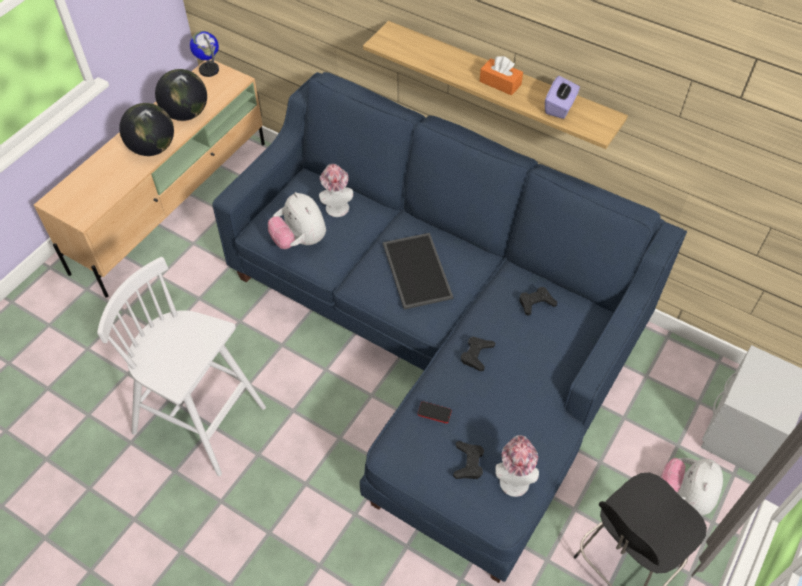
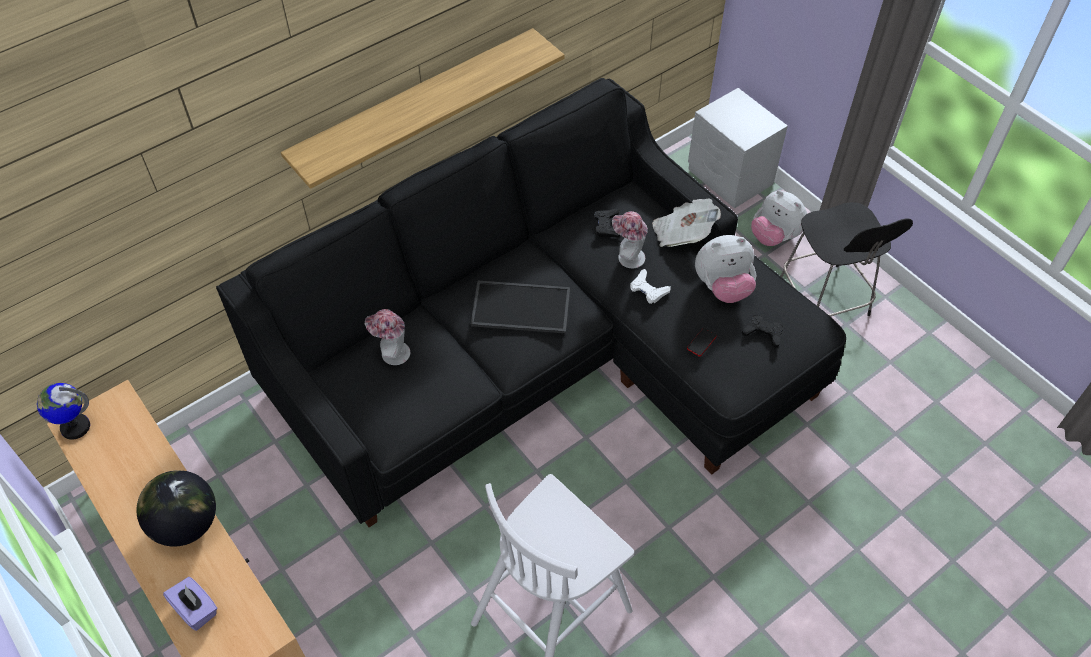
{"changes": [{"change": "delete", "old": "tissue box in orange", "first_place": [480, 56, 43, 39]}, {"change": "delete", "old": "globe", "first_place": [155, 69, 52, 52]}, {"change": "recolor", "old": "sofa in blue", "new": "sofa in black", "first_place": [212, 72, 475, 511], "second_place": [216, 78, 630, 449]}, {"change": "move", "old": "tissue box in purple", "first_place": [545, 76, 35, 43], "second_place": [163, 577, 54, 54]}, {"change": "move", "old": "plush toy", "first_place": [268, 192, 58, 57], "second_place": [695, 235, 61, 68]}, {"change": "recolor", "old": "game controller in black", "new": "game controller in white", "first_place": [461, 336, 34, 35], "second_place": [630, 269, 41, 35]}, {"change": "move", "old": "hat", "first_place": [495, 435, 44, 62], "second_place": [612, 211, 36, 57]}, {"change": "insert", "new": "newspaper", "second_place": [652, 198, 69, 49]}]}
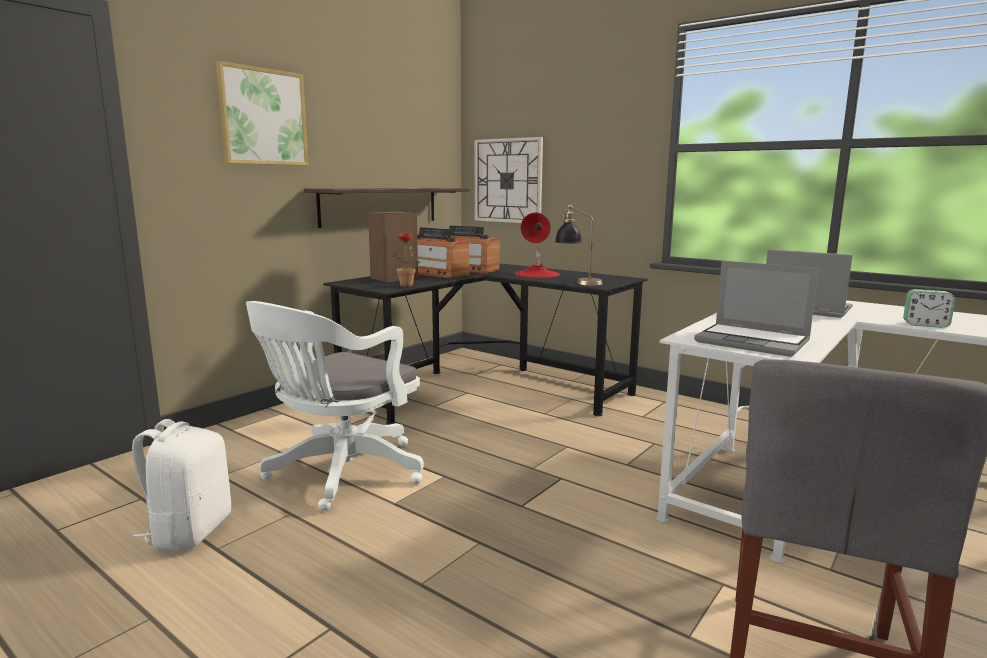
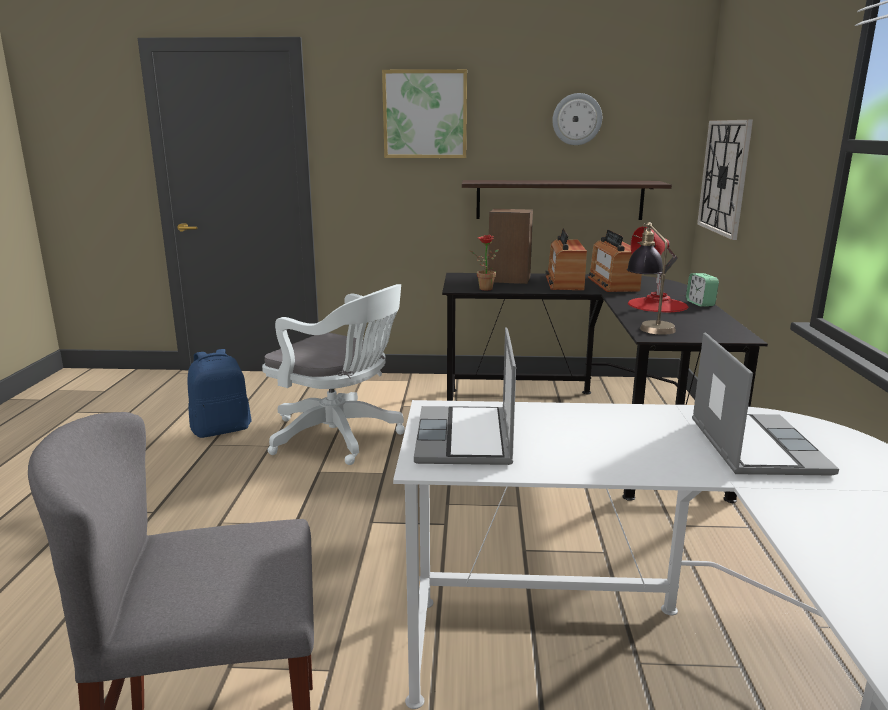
{"changes": [{"change": "move", "old": "alarm clock", "first_place": [903, 289, 52, 39], "second_place": [686, 273, 33, 34]}, {"change": "rotate", "old": "office chair in white", "first_place": [246, 301, 178, 210], "second_place": [262, 284, 143, 181], "degrees": -150}, {"change": "recolor", "old": "backpack in white", "new": "backpack in blue", "first_place": [132, 419, 99, 133], "second_place": [187, 349, 65, 89]}, {"change": "insert", "new": "wall clock", "second_place": [552, 93, 50, 52]}]}
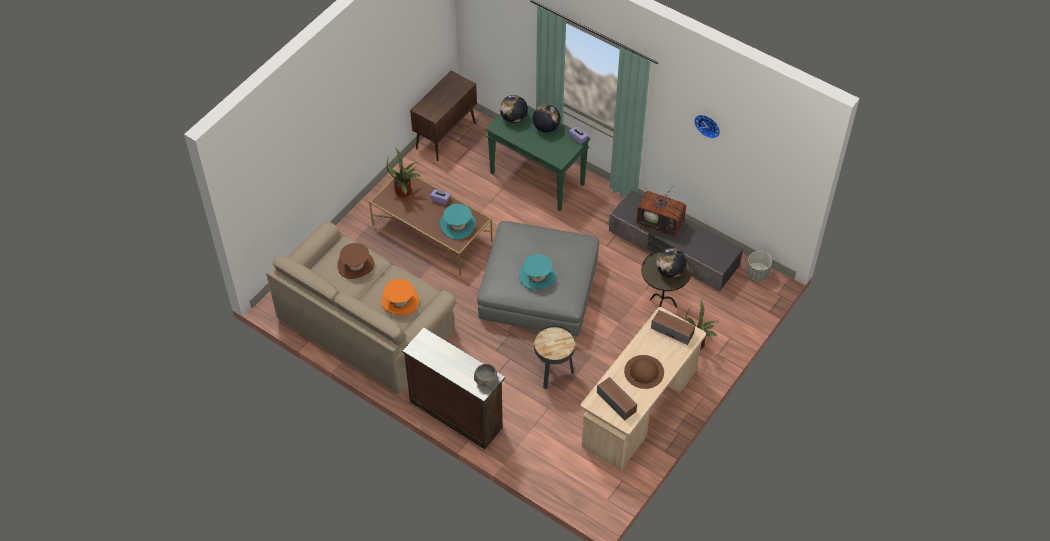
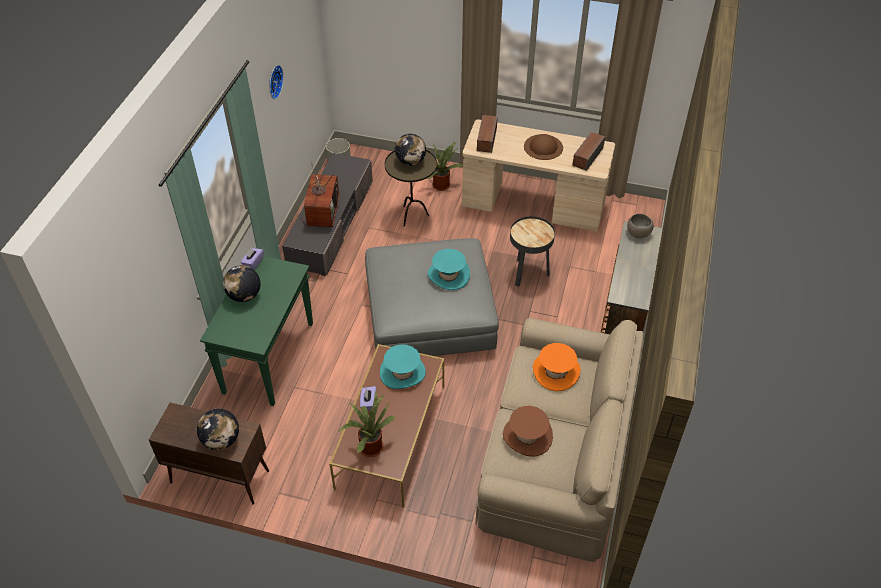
{"changes": [{"change": "move", "old": "globe", "first_place": [500, 95, 28, 28], "second_place": [197, 409, 42, 41]}]}
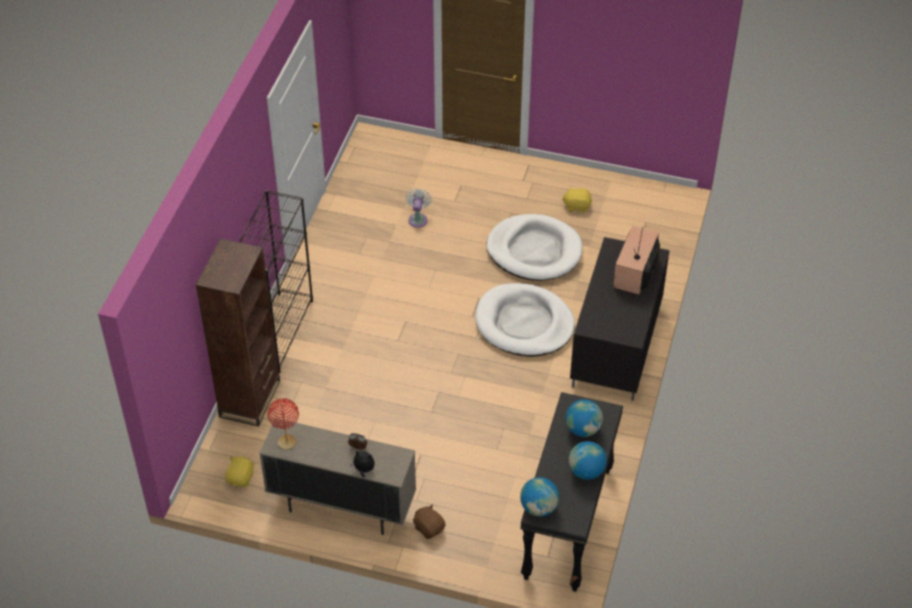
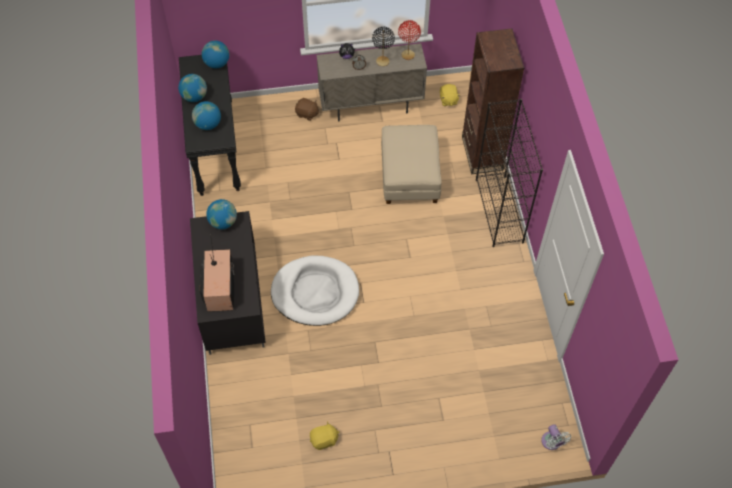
{"changes": [{"change": "move", "old": "fan in white", "first_place": [406, 188, 26, 40], "second_place": [541, 424, 30, 26]}, {"change": "delete", "old": "dog bed in white", "first_place": [486, 214, 96, 67]}, {"change": "insert", "new": "table lamp in black", "second_place": [372, 27, 23, 39]}, {"change": "insert", "new": "ottoman in beige", "second_place": [381, 125, 61, 79]}, {"change": "insert", "new": "globe", "second_place": [206, 199, 31, 30]}]}
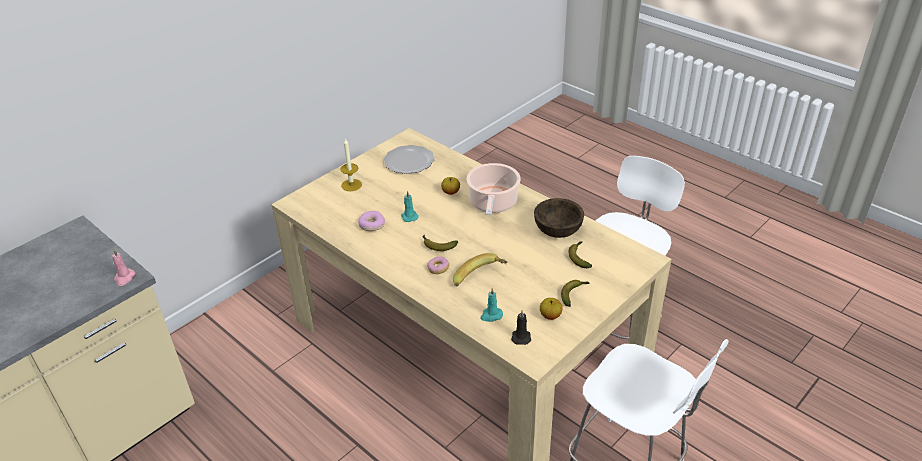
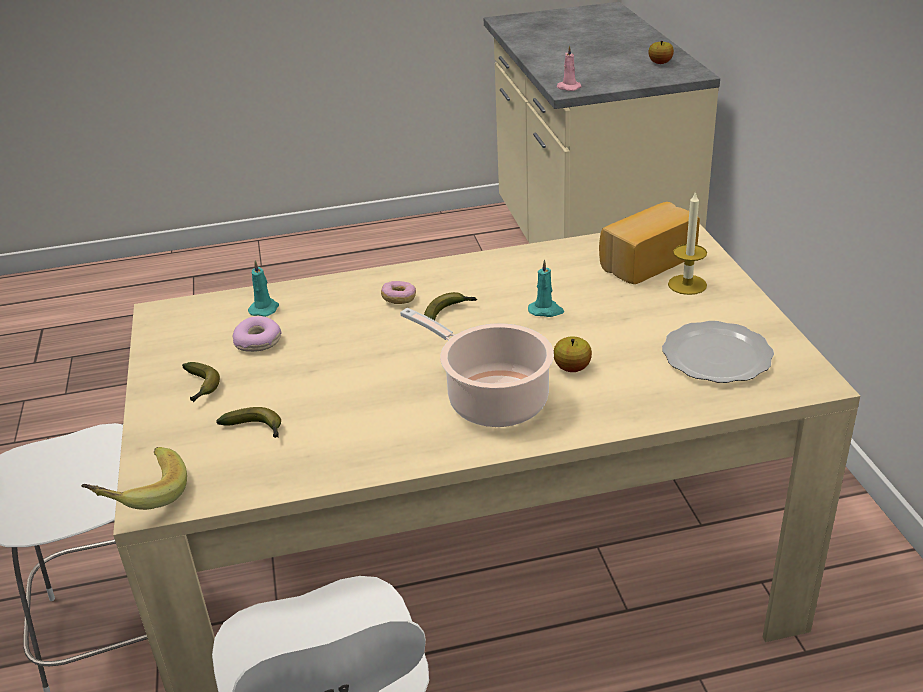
{"changes": [{"change": "delete", "old": "bowl in brown", "first_place": [534, 198, 50, 40]}, {"change": "move", "old": "donut", "first_place": [358, 211, 27, 20], "second_place": [233, 316, 49, 36]}, {"change": "move", "old": "banana", "first_place": [453, 253, 54, 33], "second_place": [81, 447, 106, 63]}, {"change": "move", "old": "apple", "first_place": [540, 298, 23, 22], "second_place": [649, 41, 25, 23]}, {"change": "delete", "old": "candle in black", "first_place": [511, 310, 20, 35]}, {"change": "insert", "new": "bread", "second_place": [599, 202, 101, 82]}]}
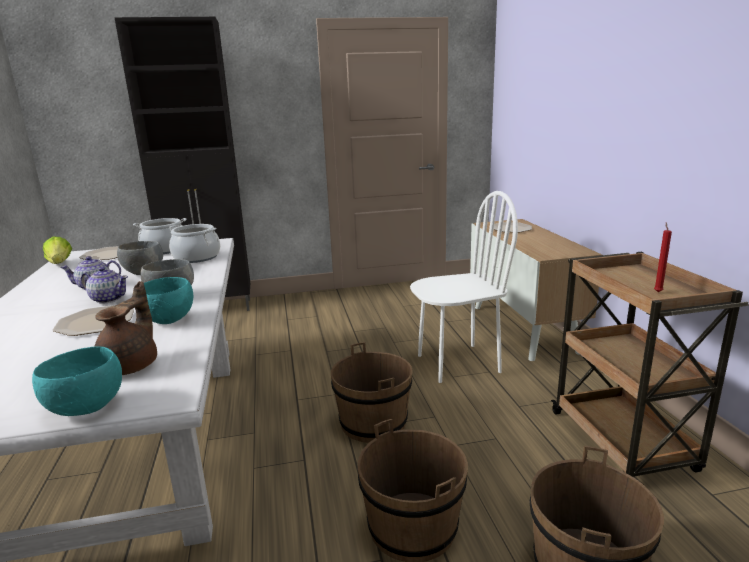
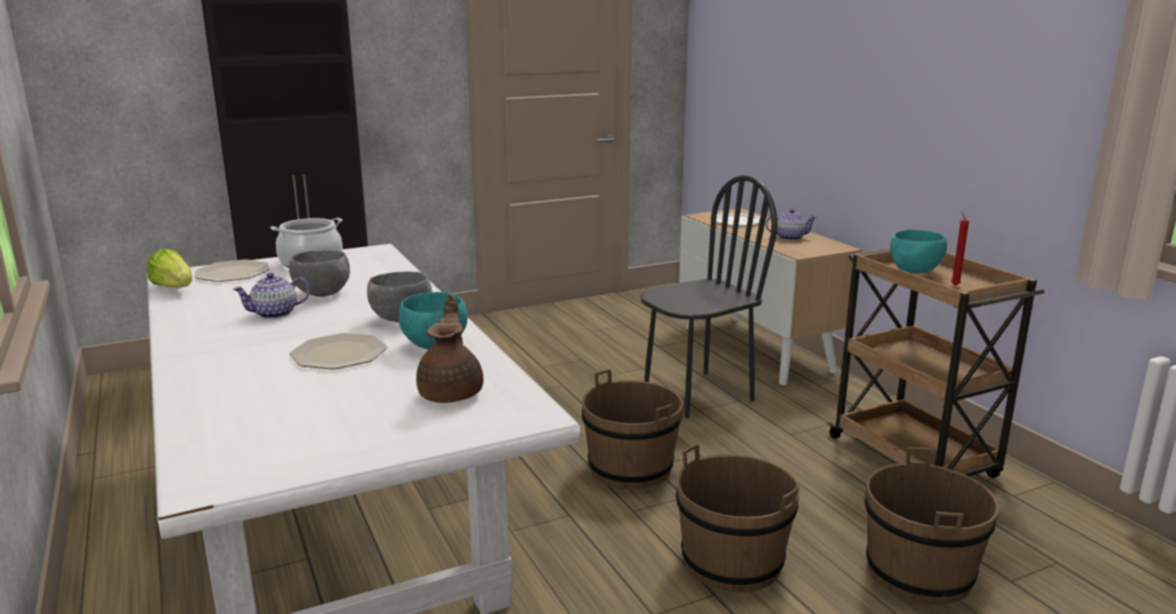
{"changes": [{"change": "recolor", "old": "chair in white", "new": "chair in black", "first_place": [410, 191, 108, 192], "second_place": [640, 175, 138, 243]}, {"change": "delete", "old": "cooking pot", "first_place": [169, 224, 51, 39]}, {"change": "move", "old": "teapot", "first_place": [81, 267, 47, 37], "second_place": [766, 209, 51, 32]}, {"change": "move", "old": "bowl in turquoise", "first_place": [32, 347, 90, 69], "second_place": [890, 229, 57, 45]}]}
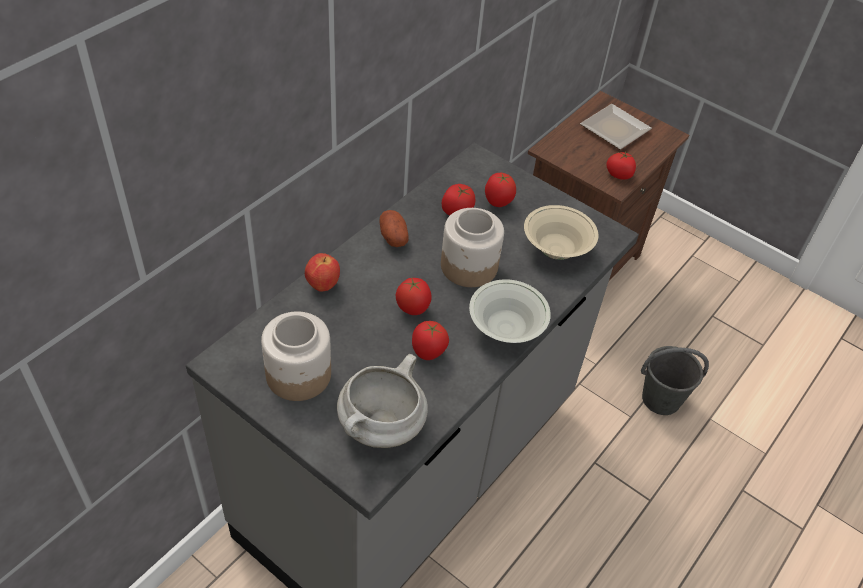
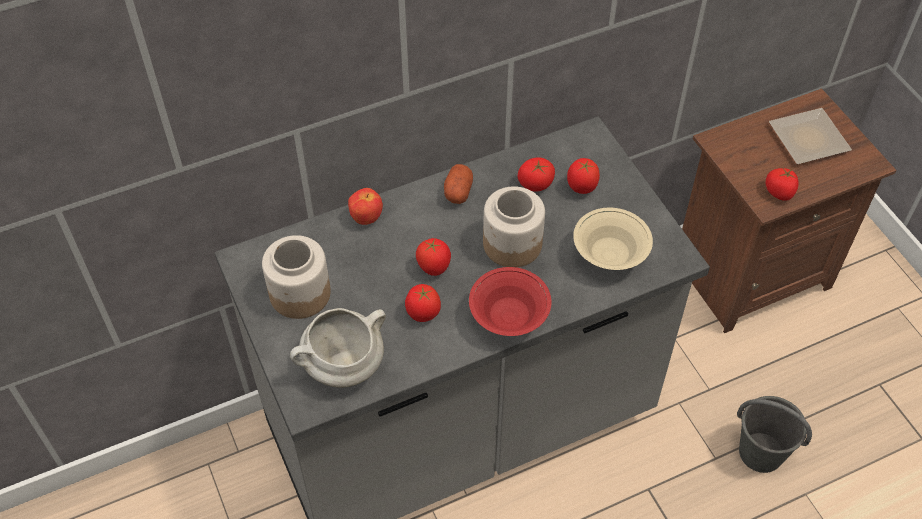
{"changes": [{"change": "recolor", "old": "bowl in white", "new": "bowl in red", "first_place": [469, 279, 82, 64], "second_place": [469, 267, 83, 69]}]}
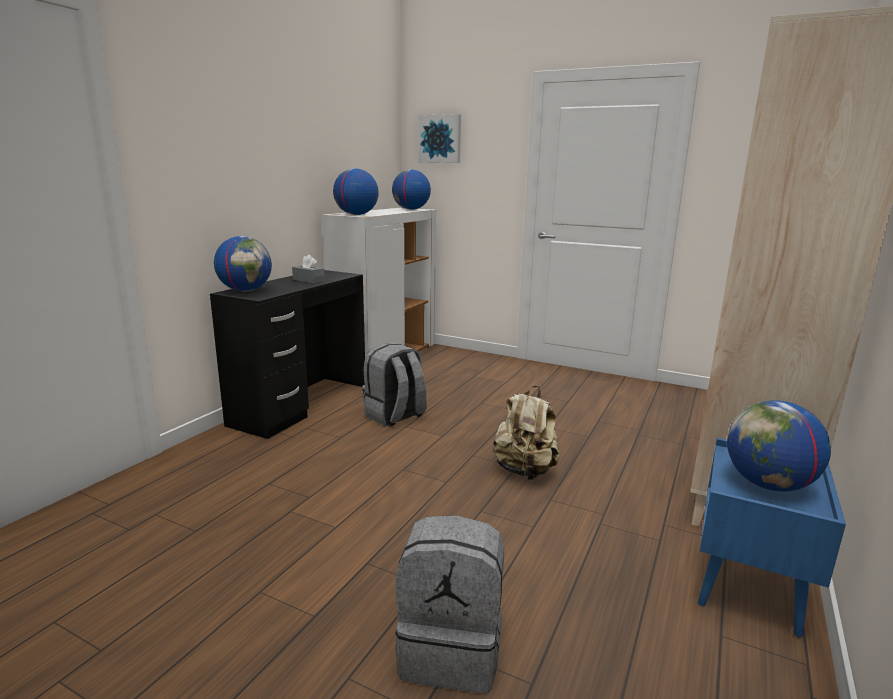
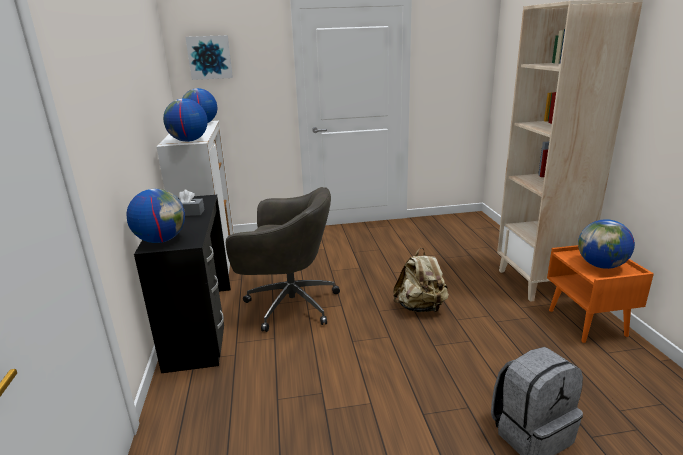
{"changes": [{"change": "replace", "old": "backpack in grey", "new": "office chair in grey", "first_place": [362, 343, 65, 83], "second_place": [226, 187, 114, 145]}, {"change": "recolor", "old": "nightstand in blue", "new": "nightstand in orange", "first_place": [698, 438, 148, 199], "second_place": [547, 245, 107, 98]}]}
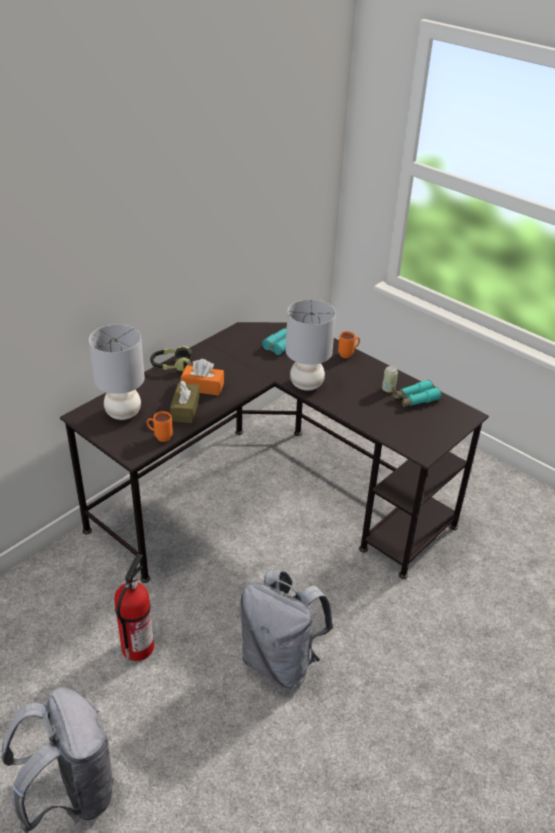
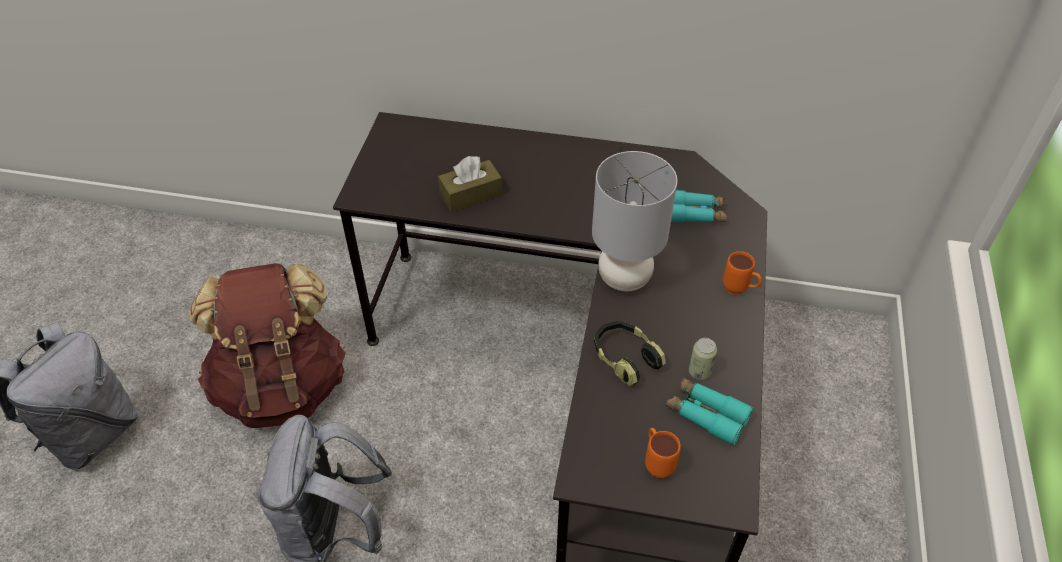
{"changes": [{"change": "delete", "old": "table lamp in grey", "first_place": [89, 324, 56, 96]}, {"change": "move", "old": "headphones", "first_place": [150, 346, 42, 25], "second_place": [594, 321, 72, 65]}, {"change": "delete", "old": "tissue box in orange", "first_place": [181, 359, 43, 37]}, {"change": "move", "old": "mug in orange", "first_place": [147, 411, 26, 31], "second_place": [645, 428, 36, 50]}, {"change": "replace", "old": "fire extinguisher", "new": "backpack in brown", "first_place": [114, 554, 40, 107], "second_place": [189, 263, 156, 165]}]}
